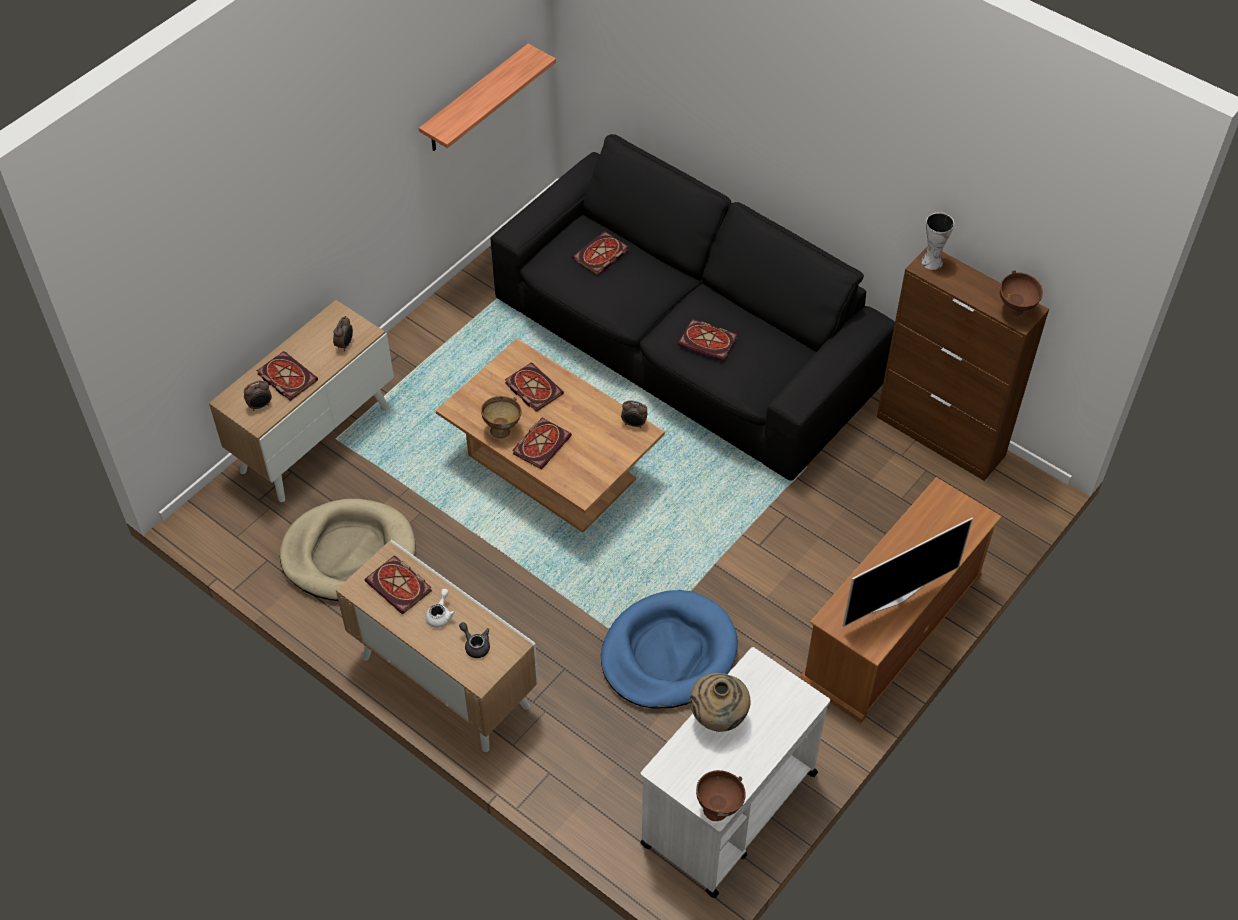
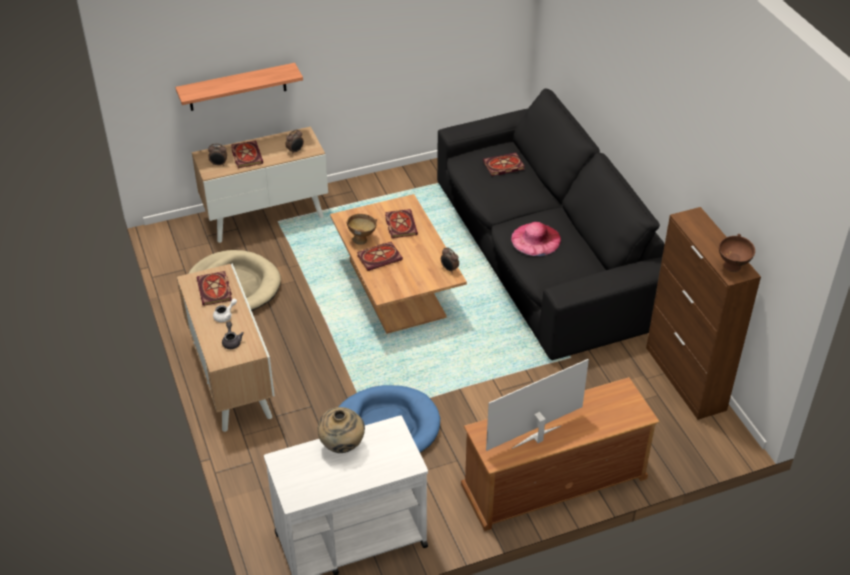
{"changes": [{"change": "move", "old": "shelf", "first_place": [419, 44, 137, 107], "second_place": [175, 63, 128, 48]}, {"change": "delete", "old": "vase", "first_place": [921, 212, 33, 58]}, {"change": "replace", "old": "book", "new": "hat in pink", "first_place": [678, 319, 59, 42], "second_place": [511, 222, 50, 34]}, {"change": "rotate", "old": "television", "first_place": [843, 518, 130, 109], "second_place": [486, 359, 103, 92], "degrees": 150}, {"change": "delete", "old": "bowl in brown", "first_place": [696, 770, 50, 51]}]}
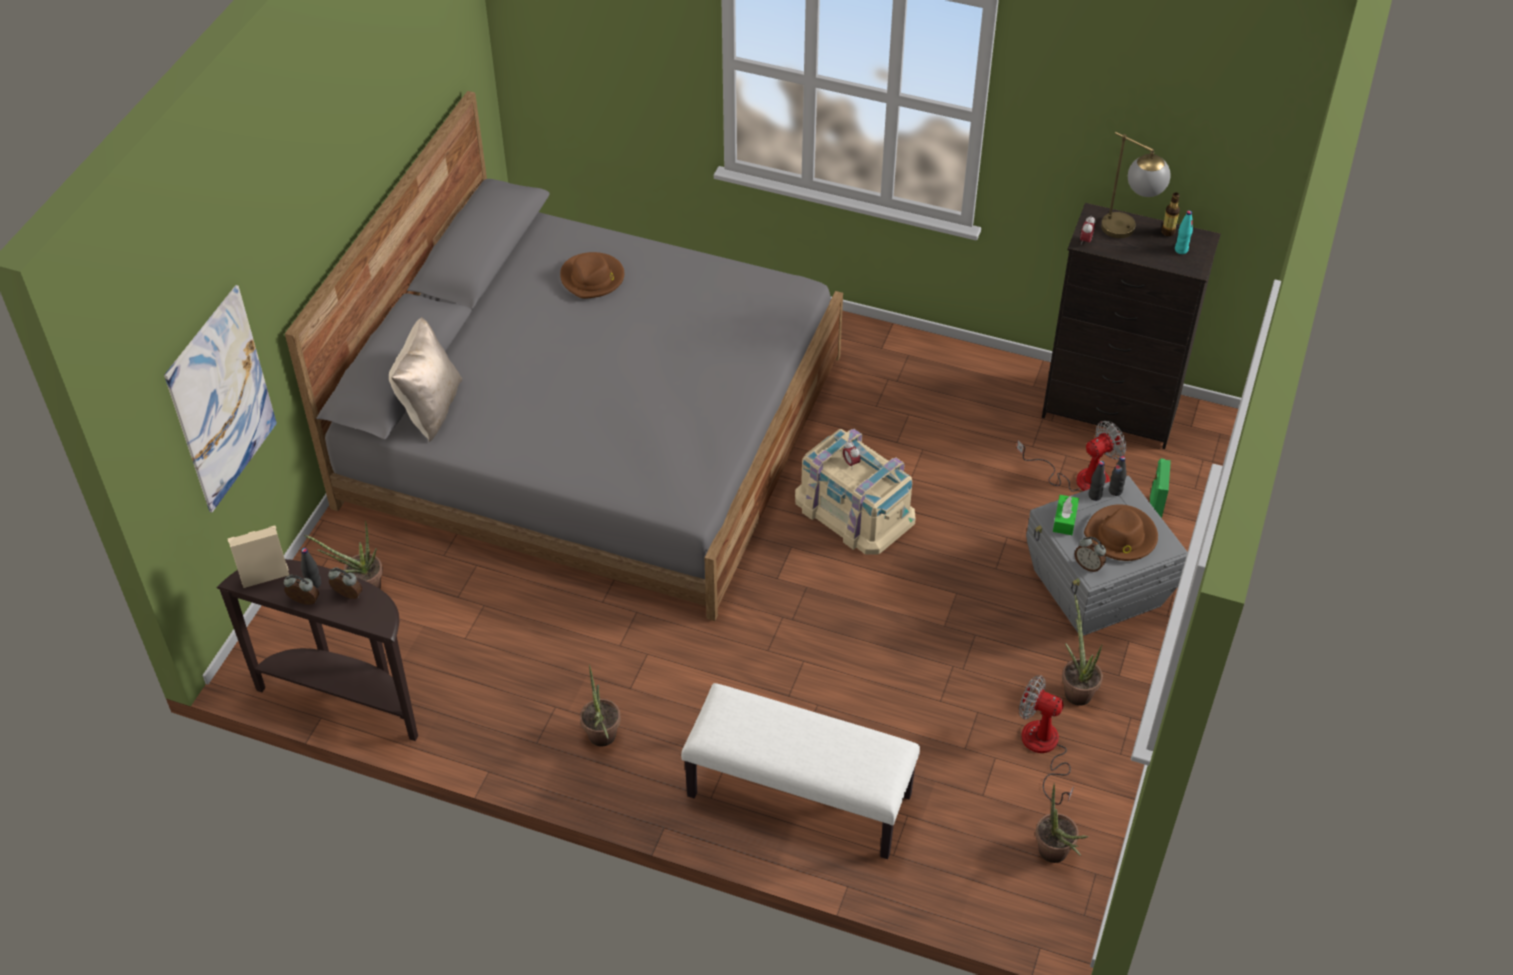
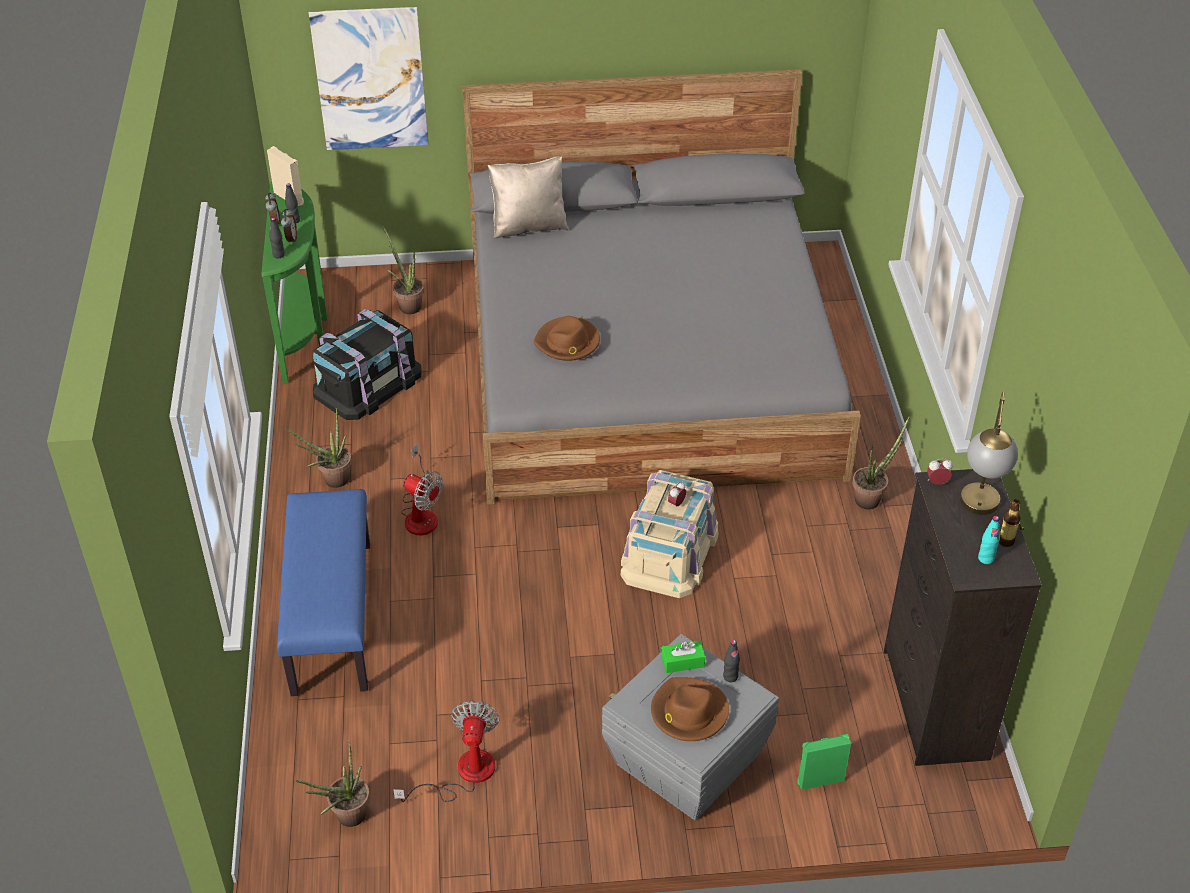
{"changes": [{"change": "move", "old": "hat in brown", "first_place": [560, 252, 64, 47], "second_place": [534, 316, 66, 45]}, {"change": "move", "old": "fan", "first_place": [1016, 421, 111, 71], "second_place": [401, 444, 42, 91]}, {"change": "move", "old": "bottle in black", "first_place": [1109, 456, 18, 40], "second_place": [269, 218, 16, 40]}, {"change": "delete", "old": "alarm clock", "first_place": [1075, 537, 31, 35]}, {"change": "recolor", "old": "console table in brown", "new": "console table in green", "first_place": [216, 559, 202, 182], "second_place": [262, 182, 65, 202]}, {"change": "move", "old": "potted plant", "first_place": [1062, 595, 41, 111], "second_place": [852, 416, 58, 93]}, {"change": "recolor", "old": "bench in white", "new": "bench in blue", "first_place": [681, 683, 239, 176], "second_place": [277, 489, 93, 207]}, {"change": "insert", "new": "storage box in black", "second_place": [313, 309, 109, 111]}]}
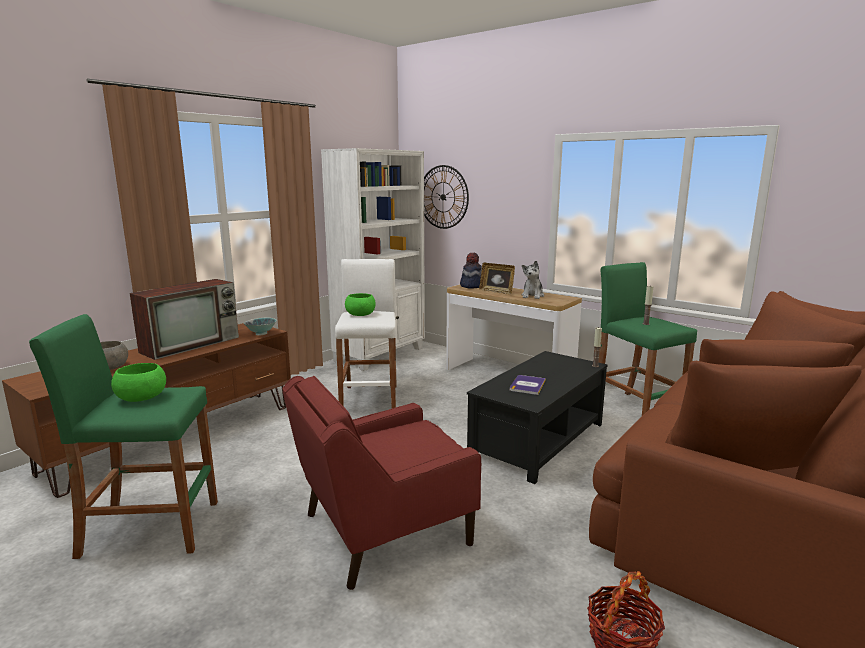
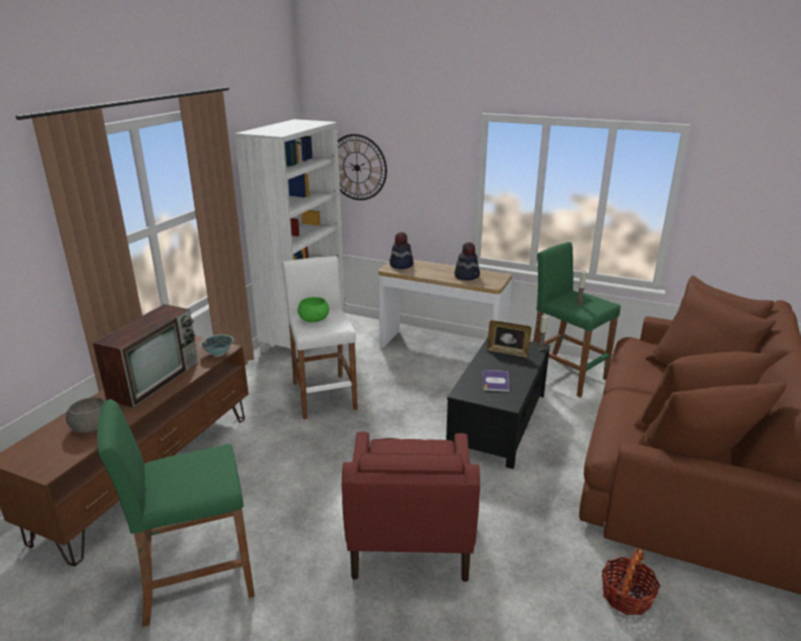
{"changes": [{"change": "replace", "old": "plush toy", "new": "hat", "first_place": [521, 261, 23, 38], "second_place": [454, 242, 26, 38]}, {"change": "move", "old": "picture frame", "first_place": [479, 263, 36, 32], "second_place": [487, 320, 44, 38]}, {"change": "delete", "old": "bowl in green", "first_place": [111, 363, 55, 39]}, {"change": "rotate", "old": "armchair in red", "first_place": [282, 376, 199, 214], "second_place": [342, 432, 138, 150], "degrees": -45}]}
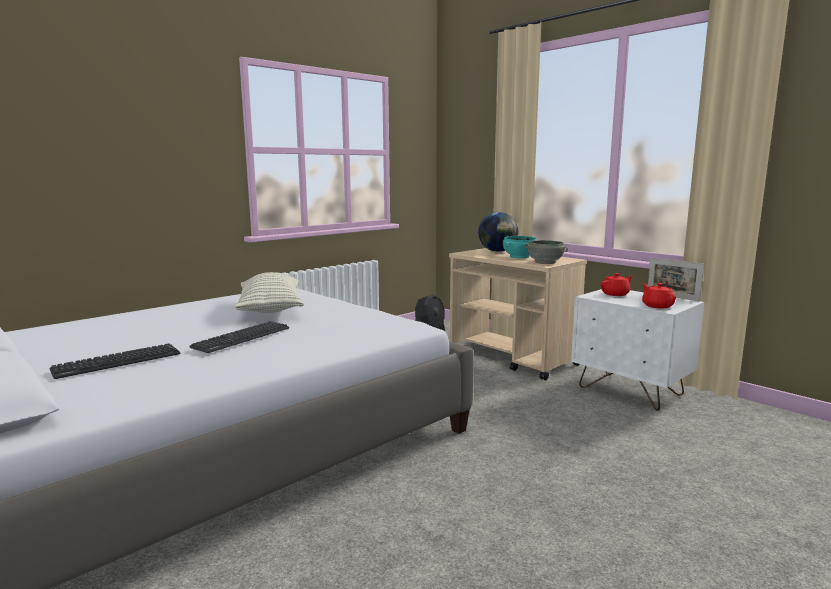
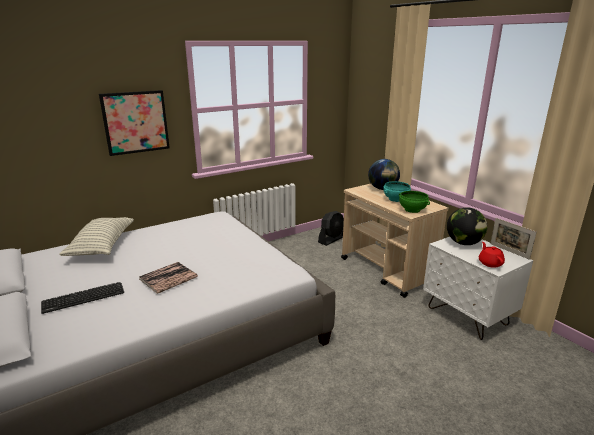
{"changes": [{"change": "recolor", "old": "bowl in grey", "new": "bowl in green", "first_place": [525, 240, 43, 24], "second_place": [399, 191, 31, 22]}, {"change": "move", "old": "pillow", "first_place": [234, 272, 70, 41], "second_place": [59, 217, 75, 39]}, {"change": "replace", "old": "teapot in red", "new": "globe", "first_place": [600, 273, 33, 23], "second_place": [447, 208, 41, 37]}, {"change": "replace", "old": "keyboard", "new": "book", "first_place": [189, 321, 100, 32], "second_place": [139, 262, 59, 32]}, {"change": "insert", "new": "picture", "second_place": [99, 90, 71, 66]}]}
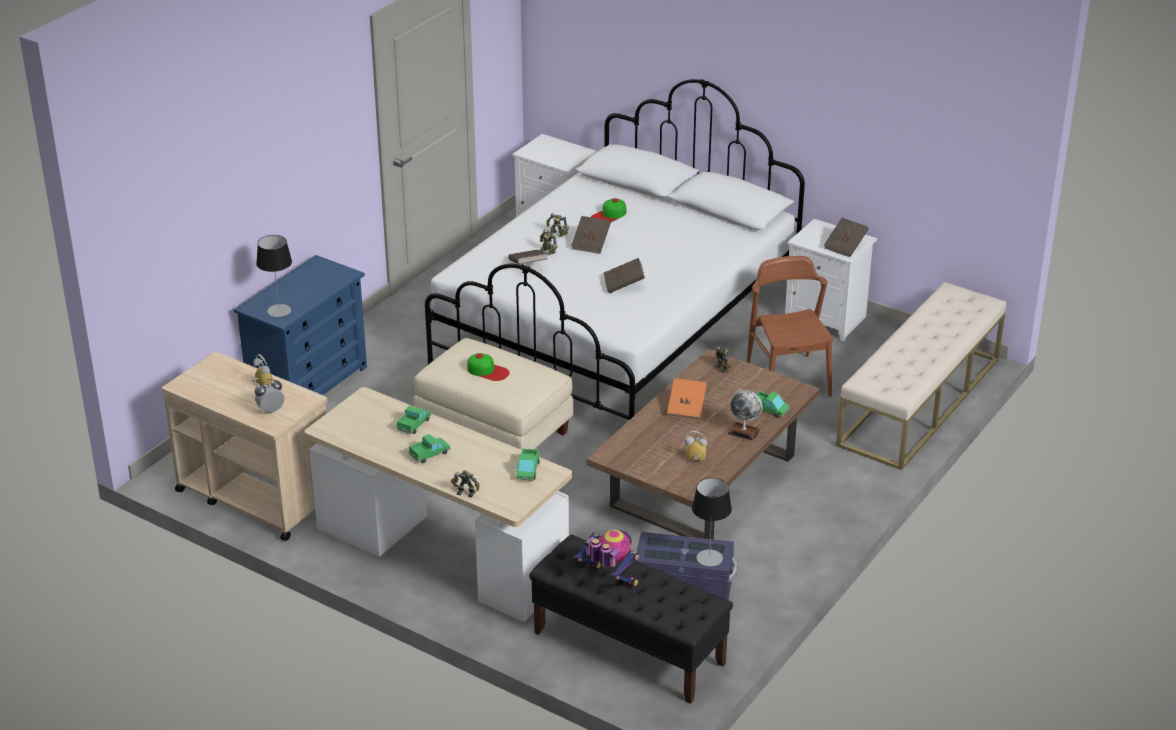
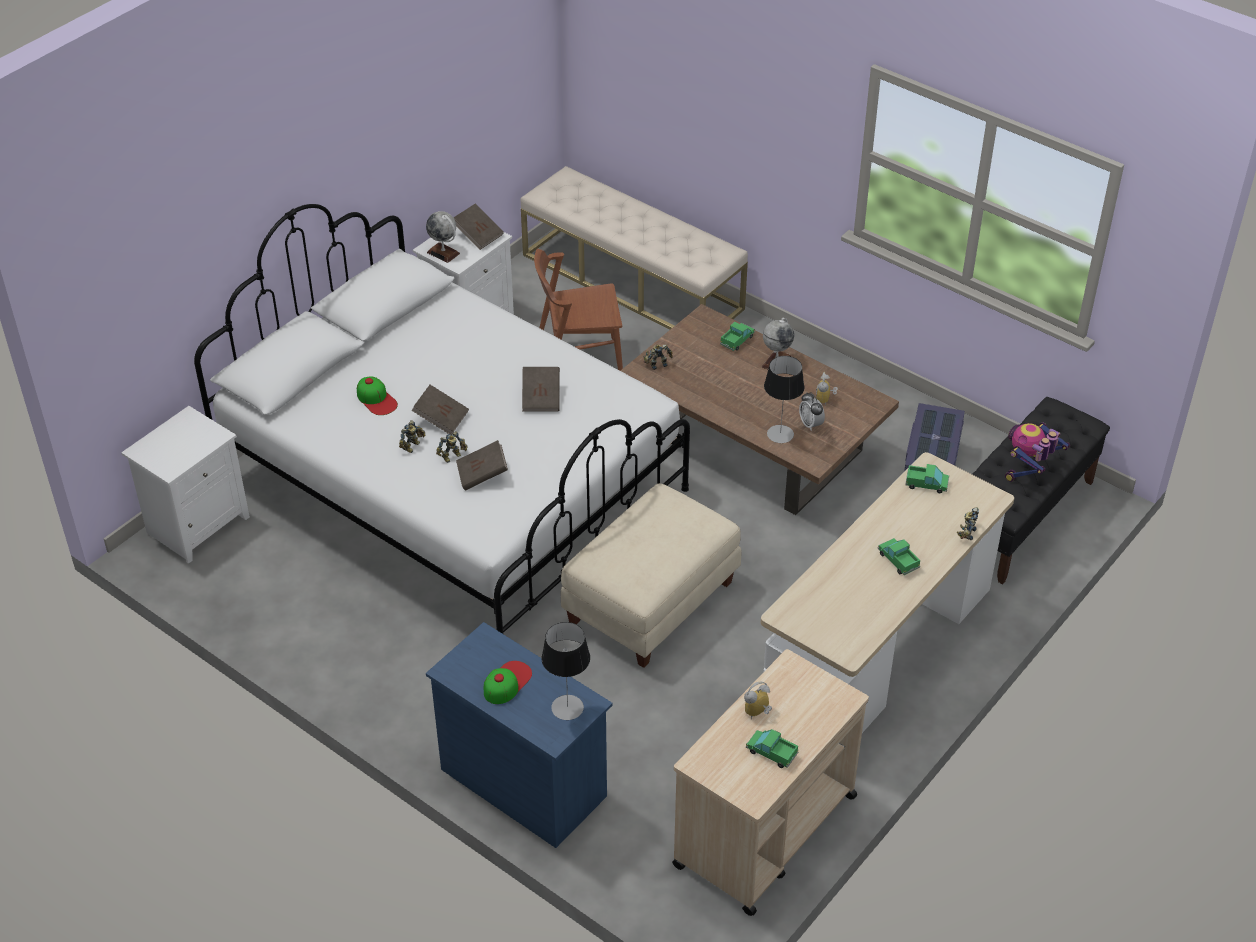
{"changes": [{"change": "move", "old": "cap", "first_place": [467, 353, 42, 28], "second_place": [484, 661, 48, 43]}, {"change": "delete", "old": "book in orange", "first_place": [667, 378, 40, 43]}, {"change": "move", "old": "alarm clock", "first_place": [255, 379, 29, 34], "second_place": [799, 392, 26, 38]}, {"change": "move", "old": "toy truck", "first_place": [397, 406, 34, 28], "second_place": [746, 729, 52, 39]}, {"change": "move", "old": "table lamp", "first_place": [692, 478, 40, 89], "second_place": [764, 356, 40, 87]}, {"change": "insert", "new": "globe", "second_place": [426, 211, 34, 52]}]}
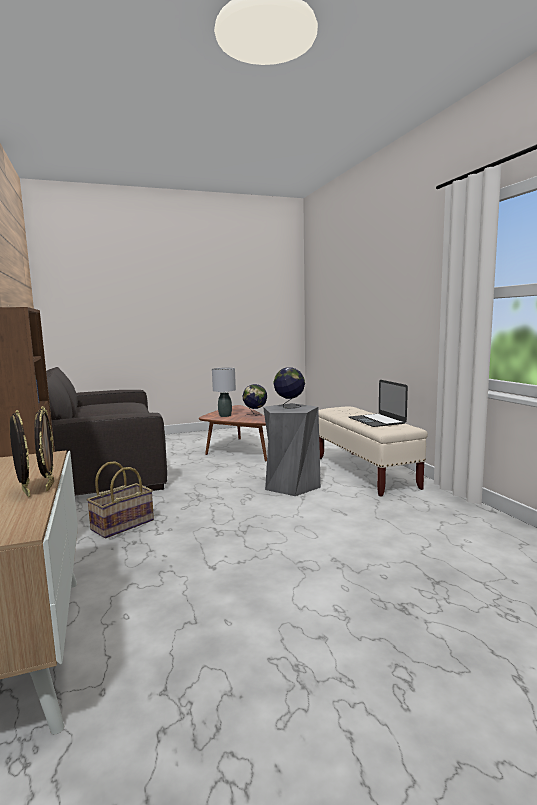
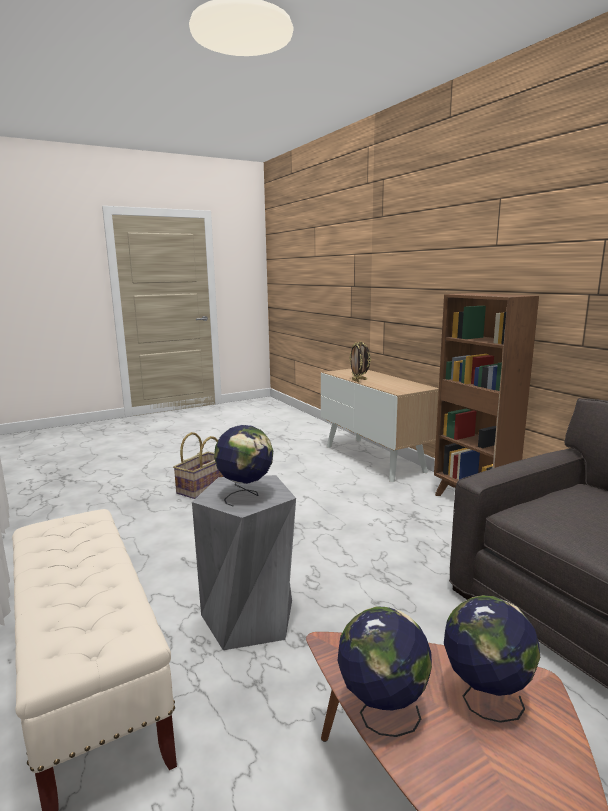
{"changes": [{"change": "replace", "old": "table lamp in grey", "new": "globe", "first_place": [212, 368, 24, 49], "second_place": [444, 595, 96, 128]}, {"change": "delete", "old": "laptop", "first_place": [349, 380, 59, 47]}, {"change": "move", "old": "basket", "first_place": [87, 461, 67, 77], "second_place": [173, 432, 51, 67]}]}
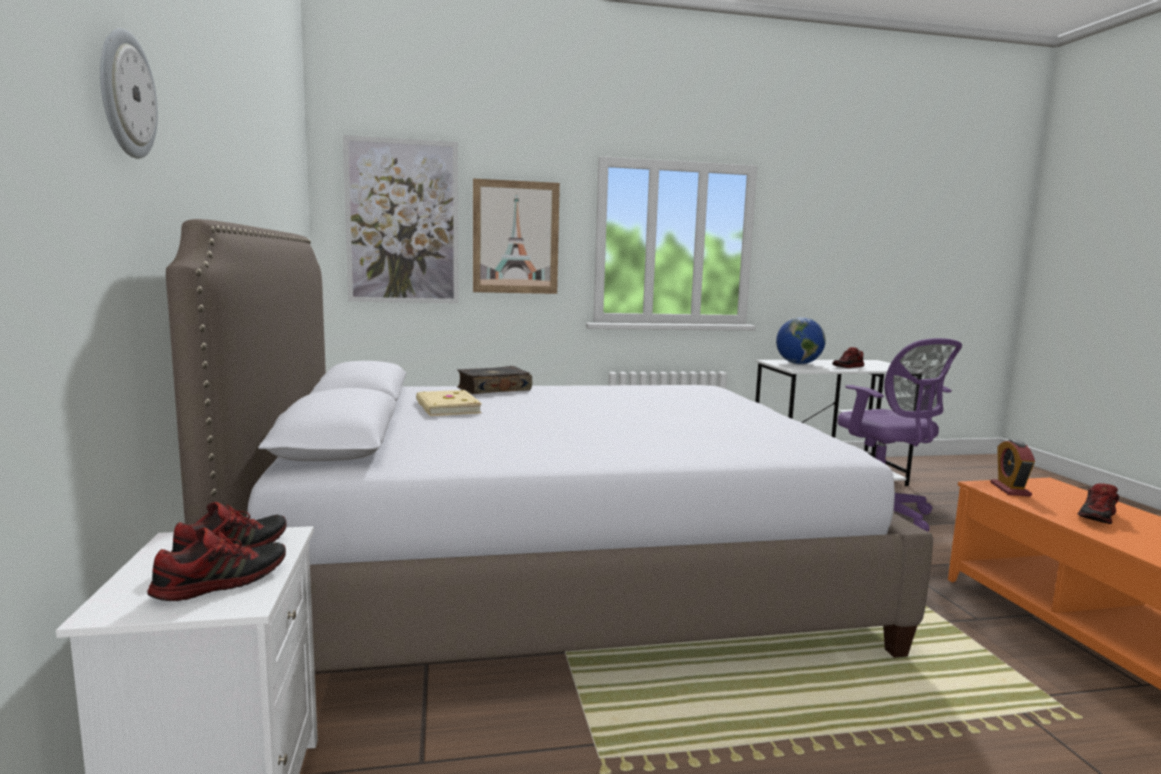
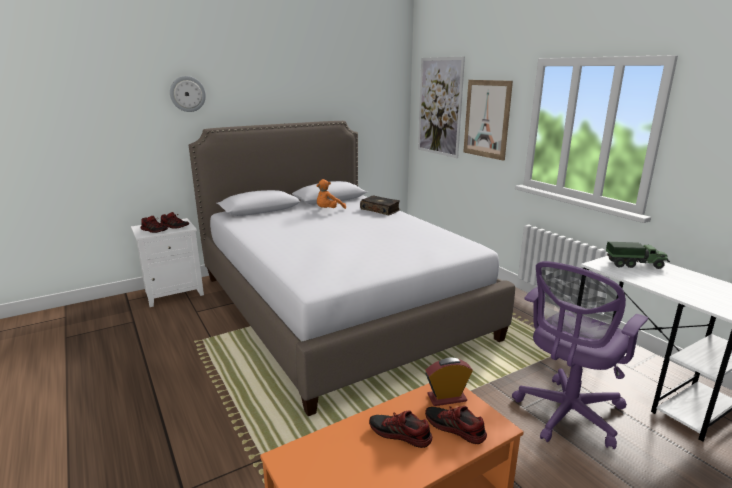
{"changes": [{"change": "replace", "old": "globe", "new": "toy truck", "first_place": [776, 317, 50, 47], "second_place": [606, 242, 64, 27]}, {"change": "move", "old": "shoe", "first_place": [832, 347, 32, 21], "second_place": [425, 406, 62, 38]}, {"change": "replace", "old": "book in beige", "new": "plush toy in orange", "first_place": [416, 390, 66, 26], "second_place": [317, 179, 29, 30]}]}
